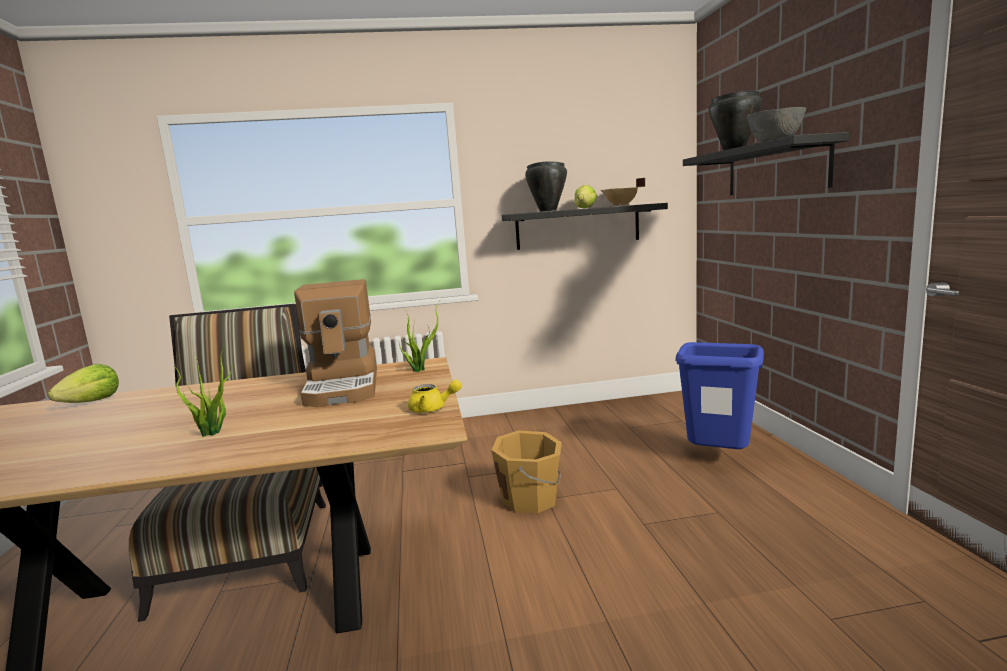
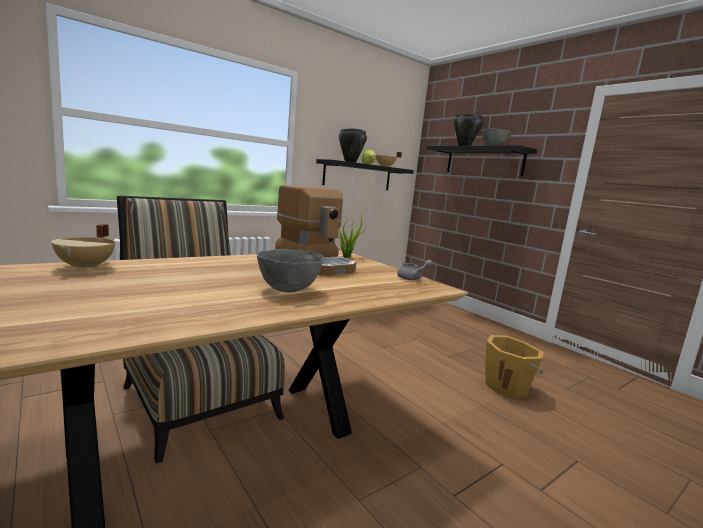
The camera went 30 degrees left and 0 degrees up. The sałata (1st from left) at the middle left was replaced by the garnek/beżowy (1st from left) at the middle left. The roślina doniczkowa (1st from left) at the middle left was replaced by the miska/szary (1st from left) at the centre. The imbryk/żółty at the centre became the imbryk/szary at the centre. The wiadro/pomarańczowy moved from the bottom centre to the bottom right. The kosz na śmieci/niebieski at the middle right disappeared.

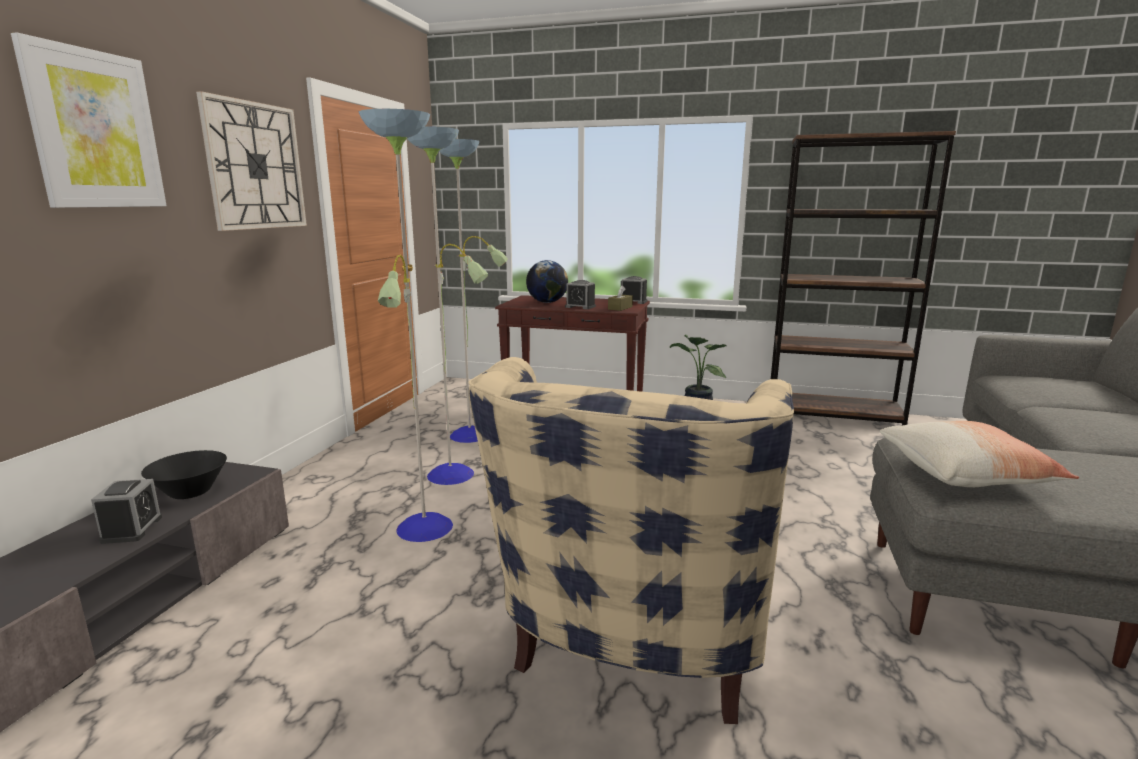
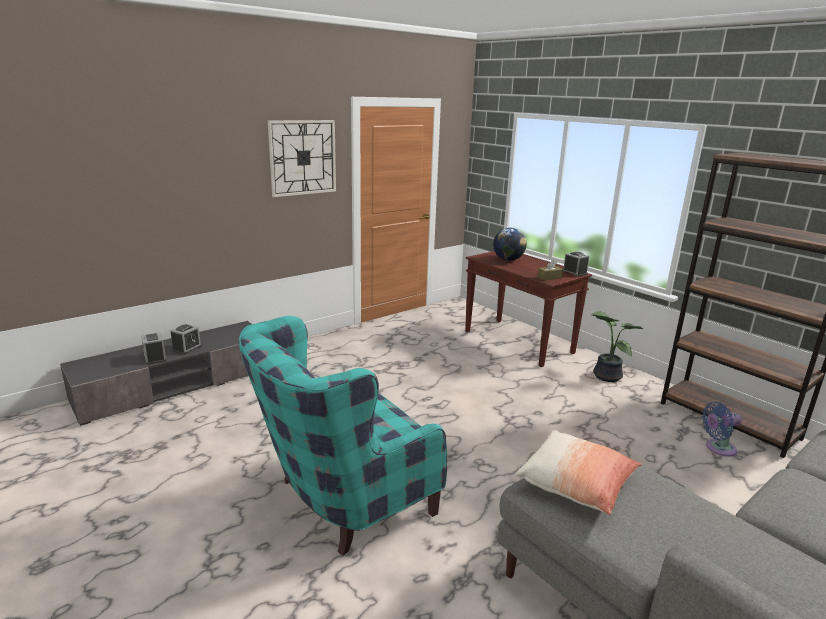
The camera went 35 degrees right and 5 degrees up. The obraz at the top left disappeared. The miska/czarny at the middle left disappeared. The lampa stojąca at the centre disappeared. The fotel/beżowy at the bottom centre became the fotel/turkusowy at the bottom centre. The budzik (2nd from left in the first image) moved from the centre to the middle left. The wentylator/niebieski at the bottom right appeared.

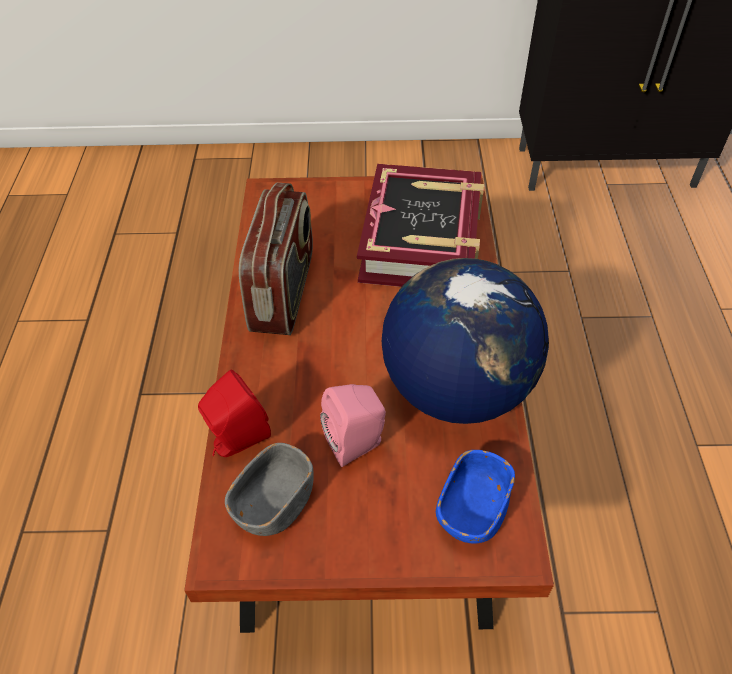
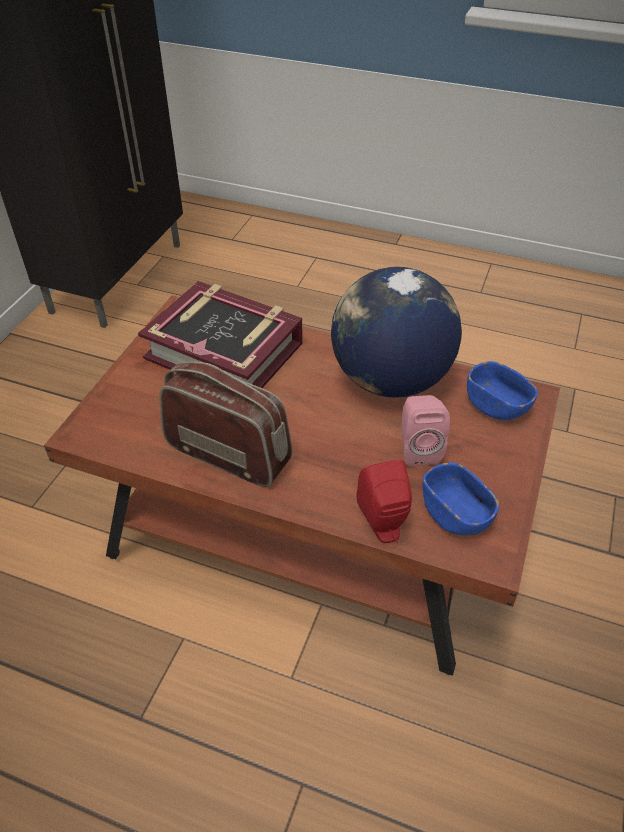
The camera went 70 degrees left and 5 degrees down. The miska/szary at the bottom centre became the miska/niebieski (1st from left) at the middle right.

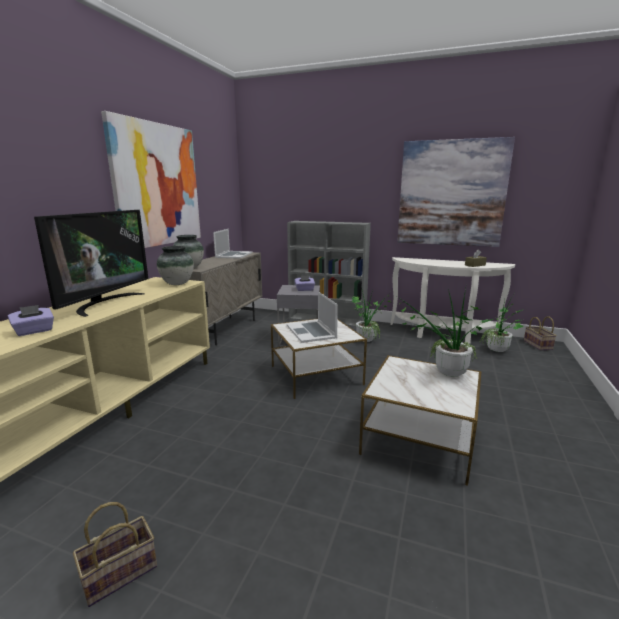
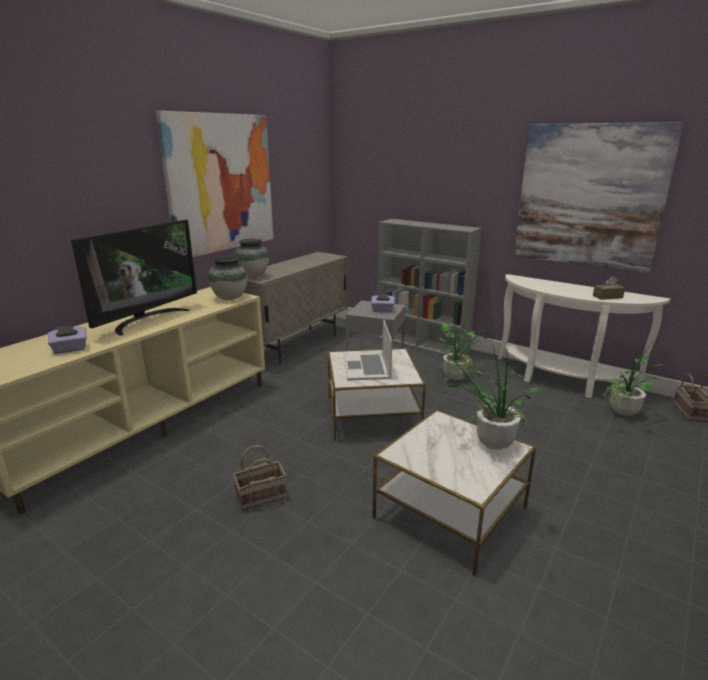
The camera went 15 degrees right and 5 degrees up. The koszyk (1st from left) moved from the bottom left to the bottom centre. The laptop (1st from left) at the centre disappeared.

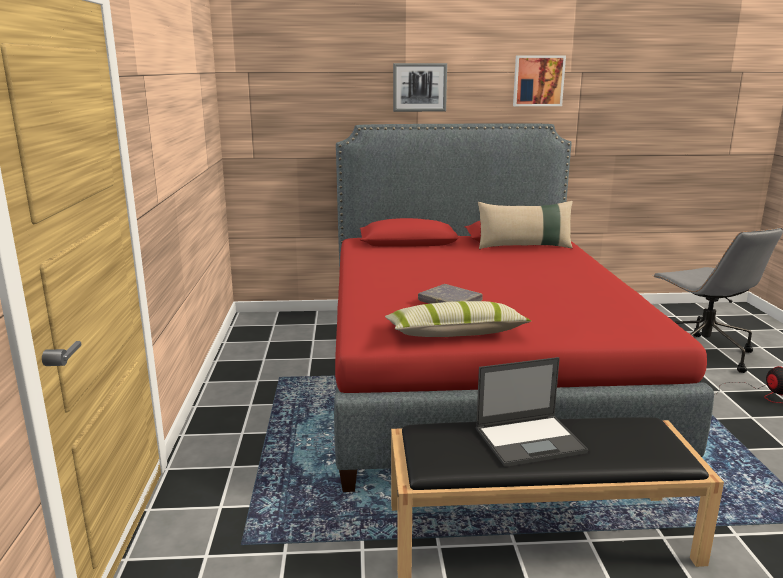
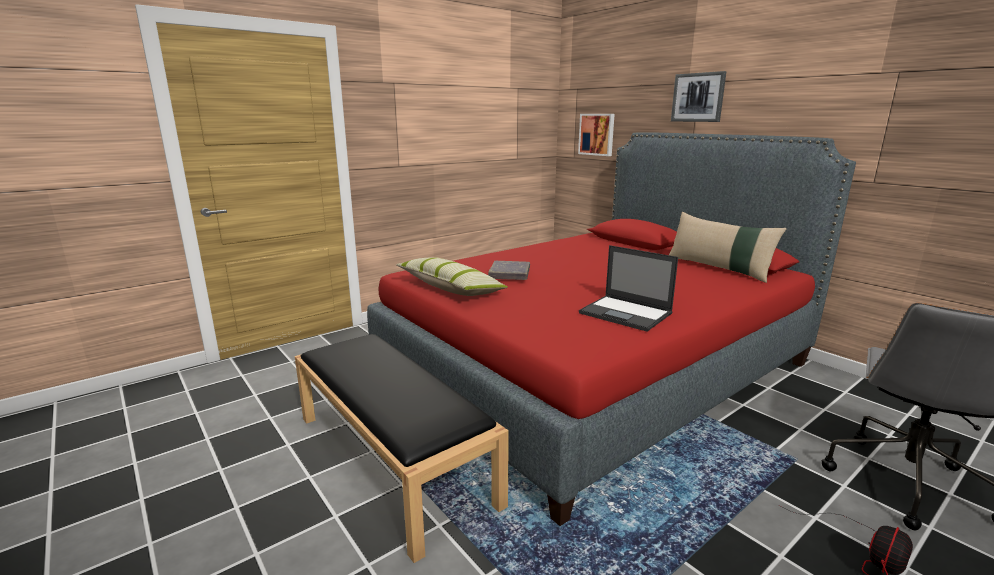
The camera went 55 degrees right and 0 degrees up. The laptop moved from the bottom right to the centre. The obraz (2nd from left in the first image) moved from the top right to the top centre.

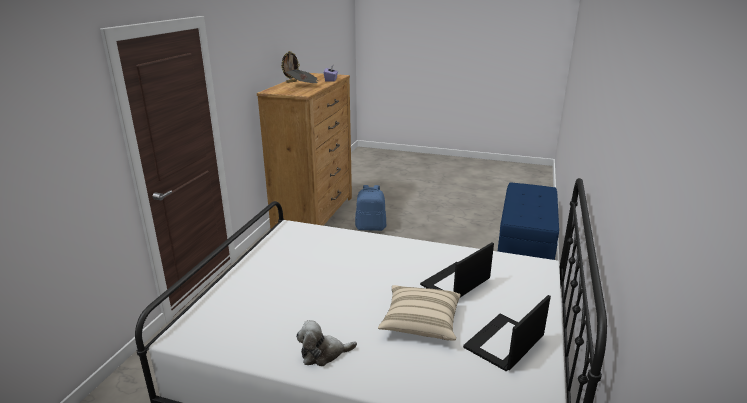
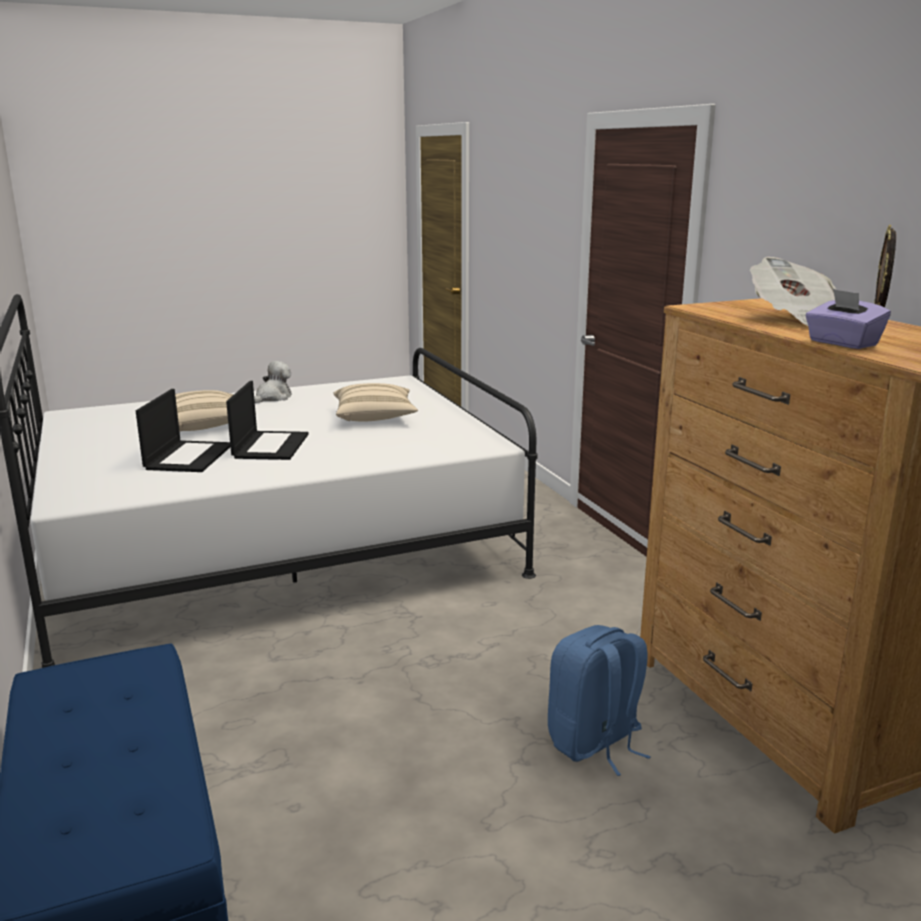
The camera went 140 degrees right and 5 degrees down. The laptop (2nd from left) moved from the bottom right to the middle left. The poduszka/beżowy (2nd from left) at the centre appeared.

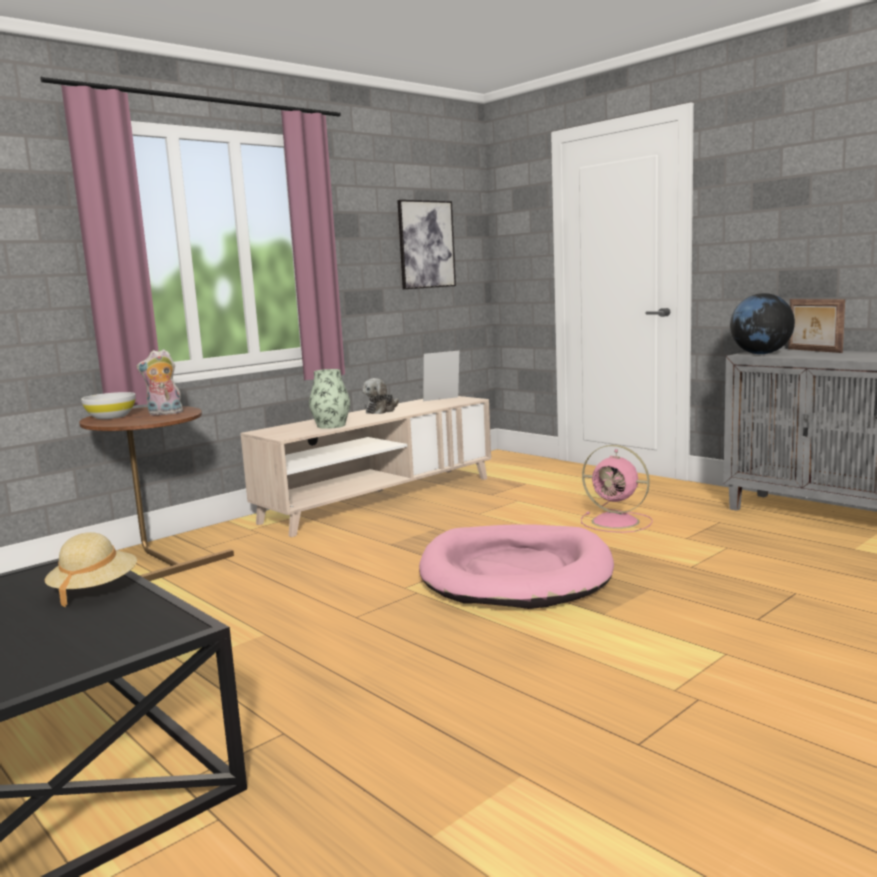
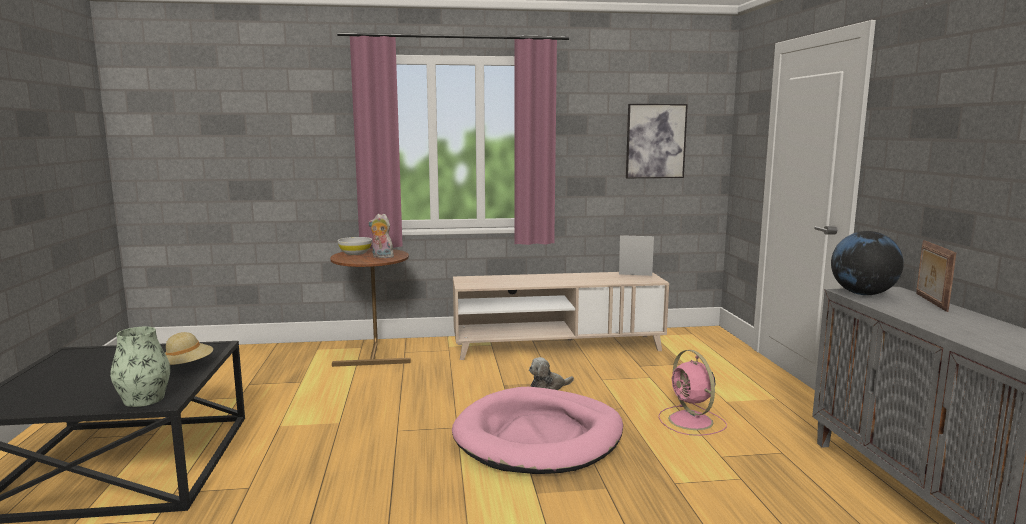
The camera went 35 degrees right and 0 degrees up. The wazon moved from the centre to the bottom left. The pluszak (2nd from left) moved from the centre to the bottom centre.

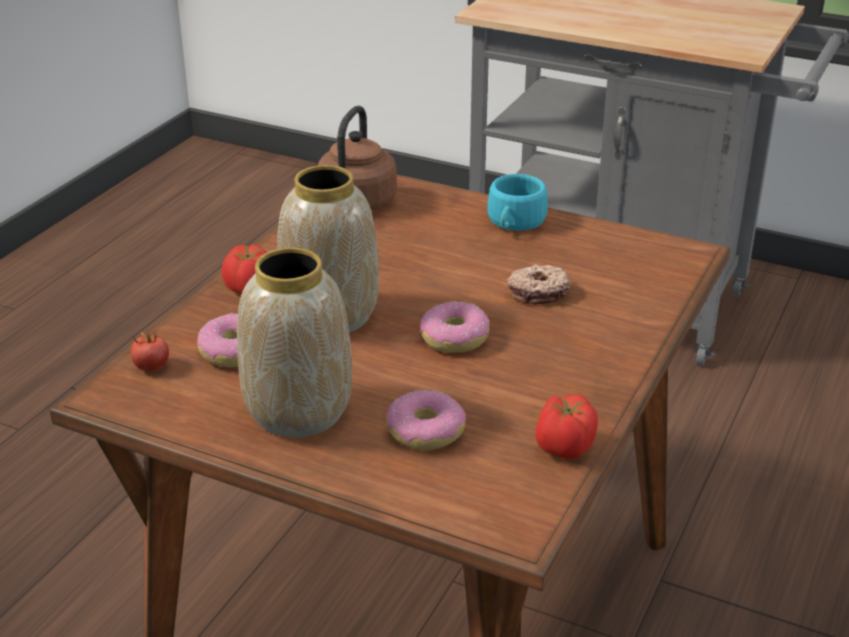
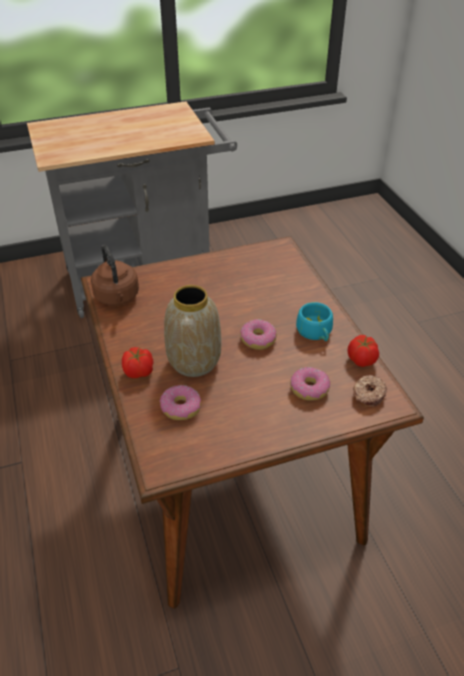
The camera went 45 degrees left and 10 degrees up. The pomidor (1st from left) at the middle left disappeared. The wazon (1st from left) at the centre disappeared. The filiżanka/turkusowy moved from the top centre to the middle right. The donut (4th from left) moved from the centre to the middle right.

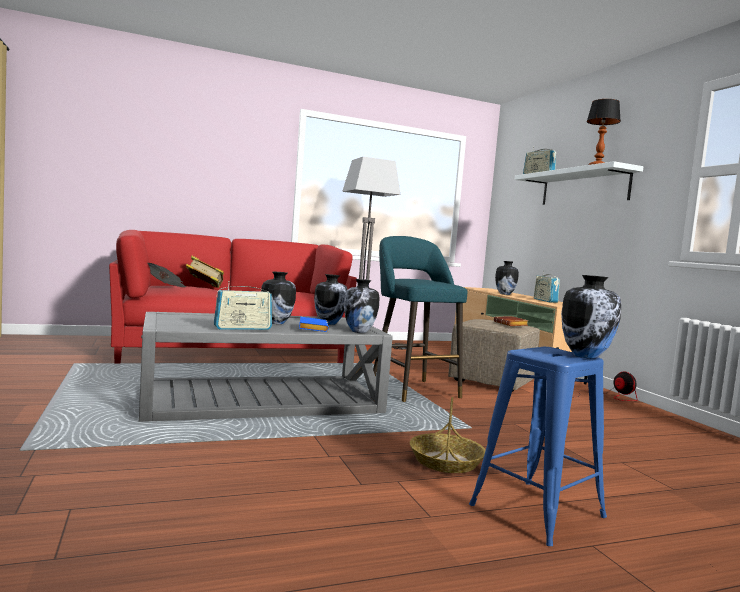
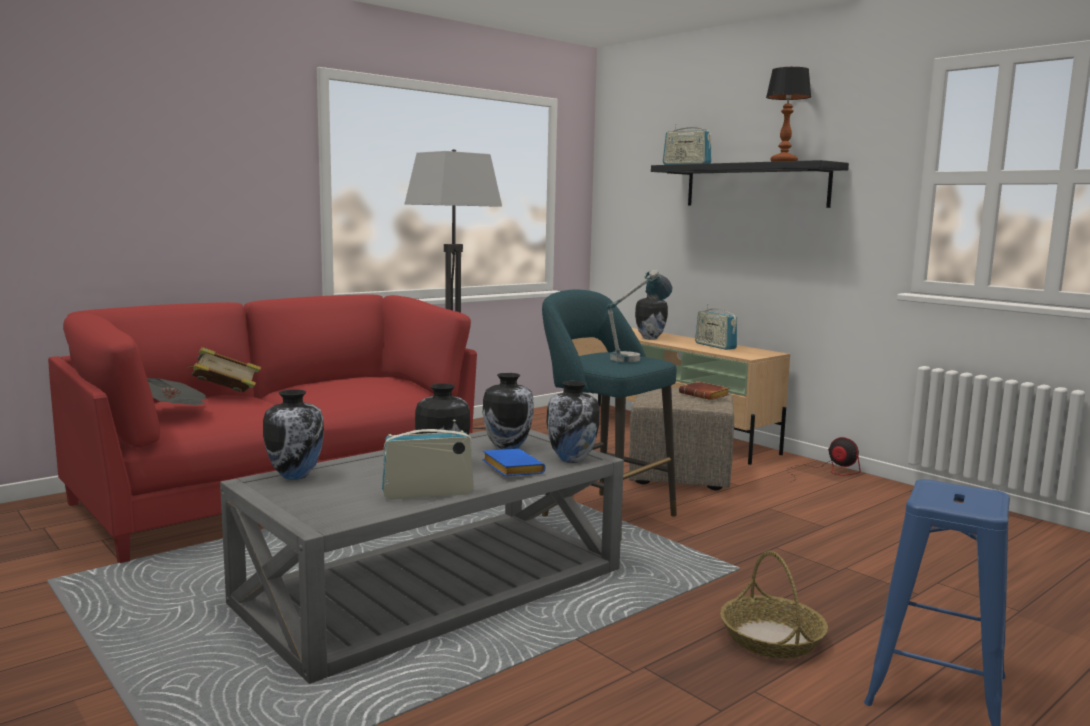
The camera went 20 degrees left and 5 degrees up. The radio (1st from left) at the middle left turned 150 degrees counterclockwise. The półka/biały at the top right became the półka/czarny at the top right. The wazon (5th from left in the first image) moved from the middle right to the middle left. The lampa stołowa (1st from left) at the centre appeared.

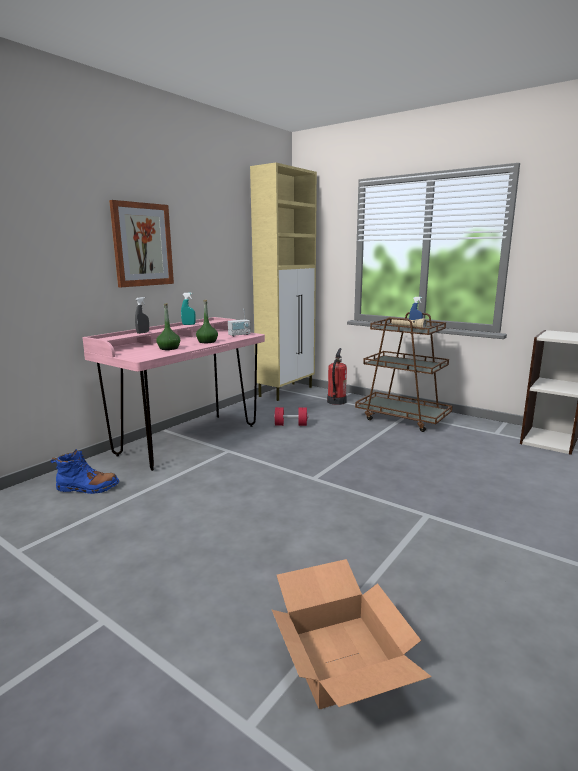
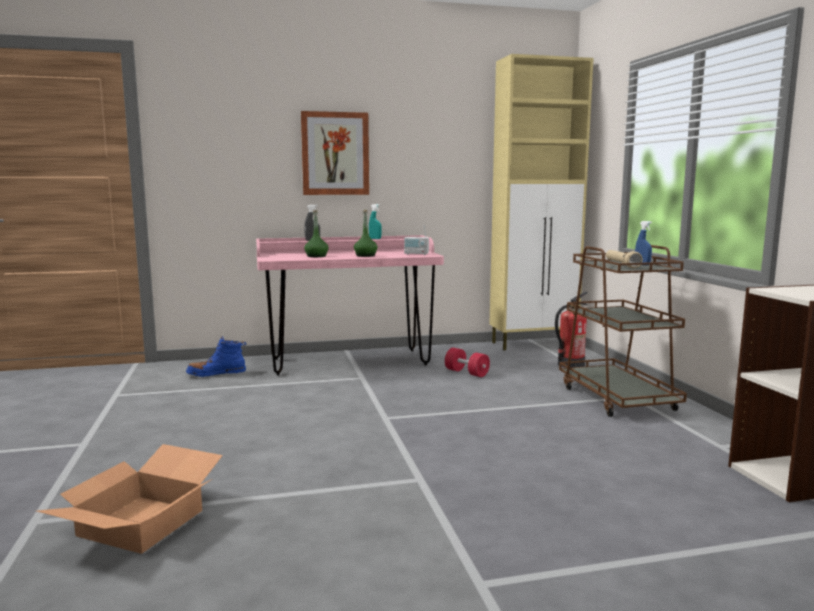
The camera went 40 degrees right and 5 degrees down. The but z cholewką/niebieski at the middle left turned 120 degrees clockwise.

